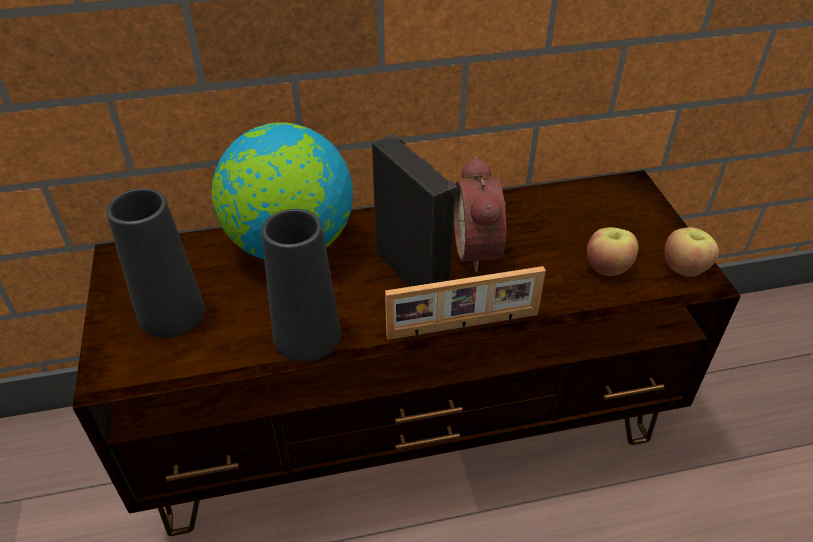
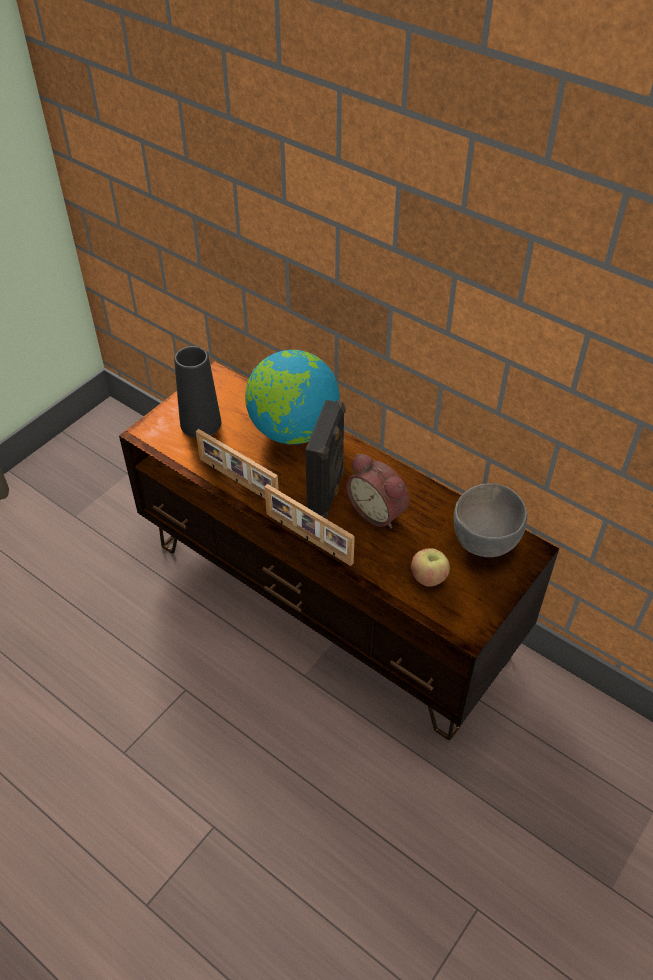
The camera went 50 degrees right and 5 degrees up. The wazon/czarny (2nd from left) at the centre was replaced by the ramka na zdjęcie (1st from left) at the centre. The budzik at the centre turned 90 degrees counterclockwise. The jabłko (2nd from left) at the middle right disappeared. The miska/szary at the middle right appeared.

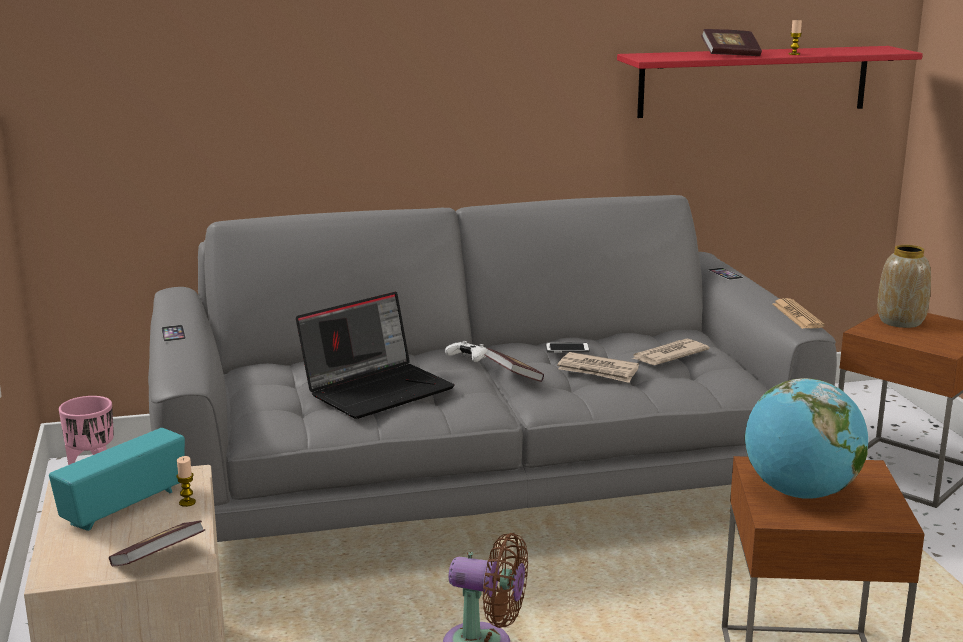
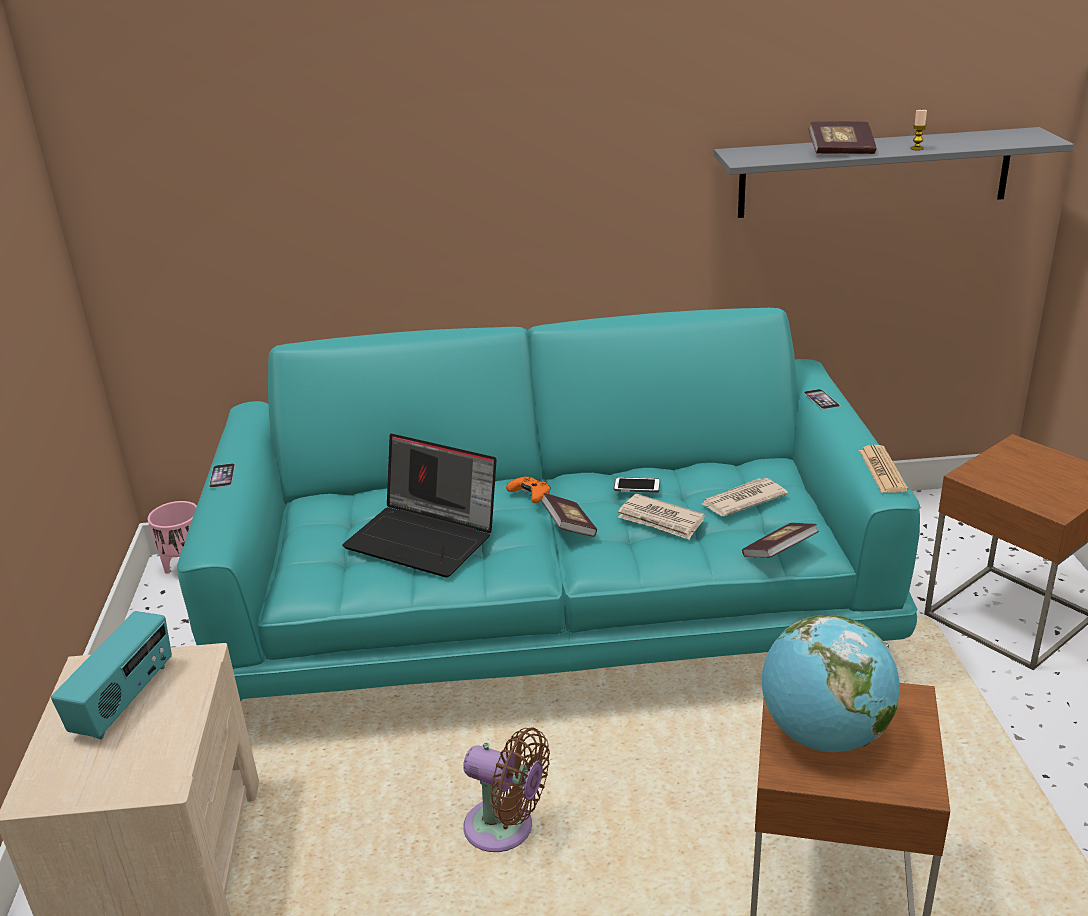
The camera went 10 degrees right and 10 degrees up. The radio at the bottom left turned 150 degrees clockwise. The książka (1st from left in the first image) moved from the bottom left to the middle right. The kanapa/szary at the centre became the kanapa/turkusowy at the centre. The świeca (1st from left) at the bottom left disappeared. The laptop at the centre turned 60 degrees clockwise. The pad do gier/biały at the centre became the pad do gier/pomarańczowy at the centre. The półka/czerwony at the top right became the półka/szary at the top right. The wazon at the middle right disappeared.

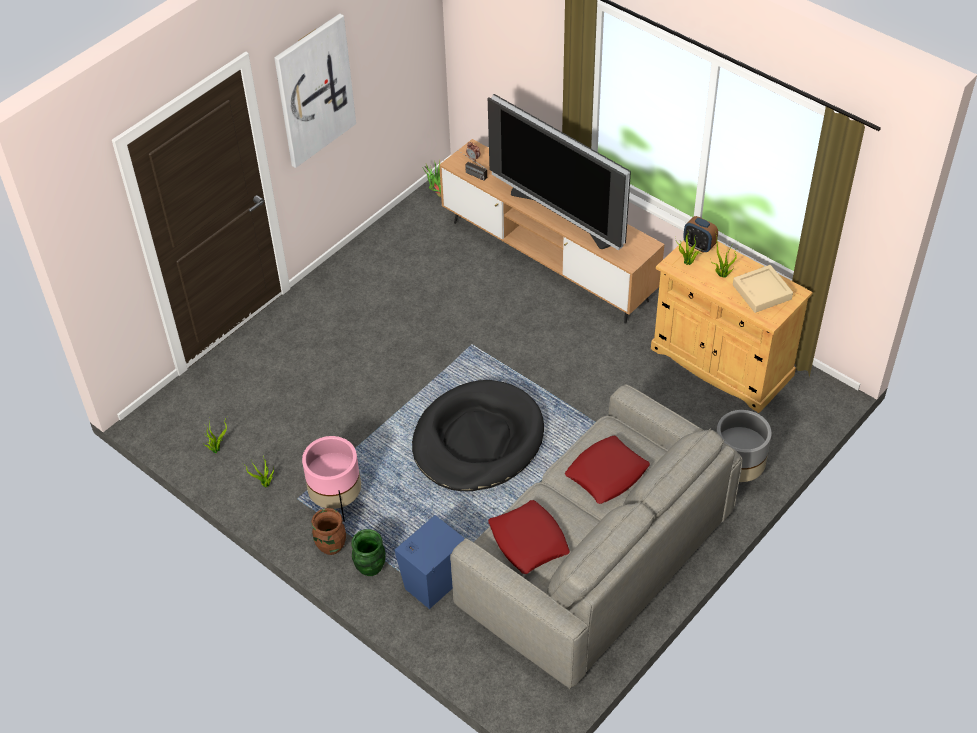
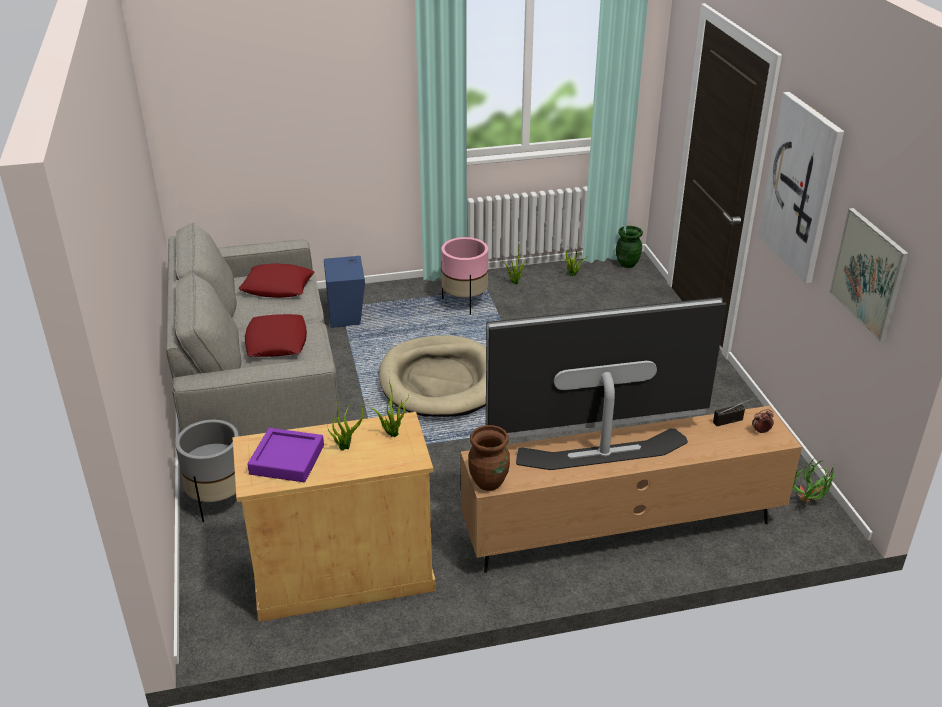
The camera went 125 degrees right and 15 degrees down. The wazon/brązowy moved from the bottom centre to the centre. The wazon/zielony moved from the bottom centre to the middle right. The legowisko/czarny at the centre became the legowisko/beżowy at the centre. The budzik (2nd from left) at the top right disappeared. The taca/beżowy at the middle right became the taca/fioletowy at the middle left. The obraz (2nd from left) at the middle right appeared.

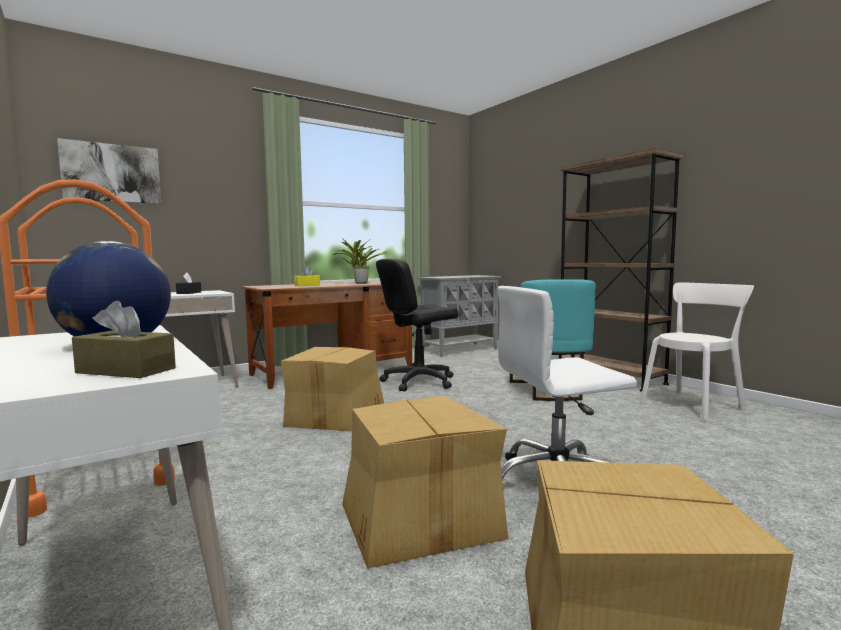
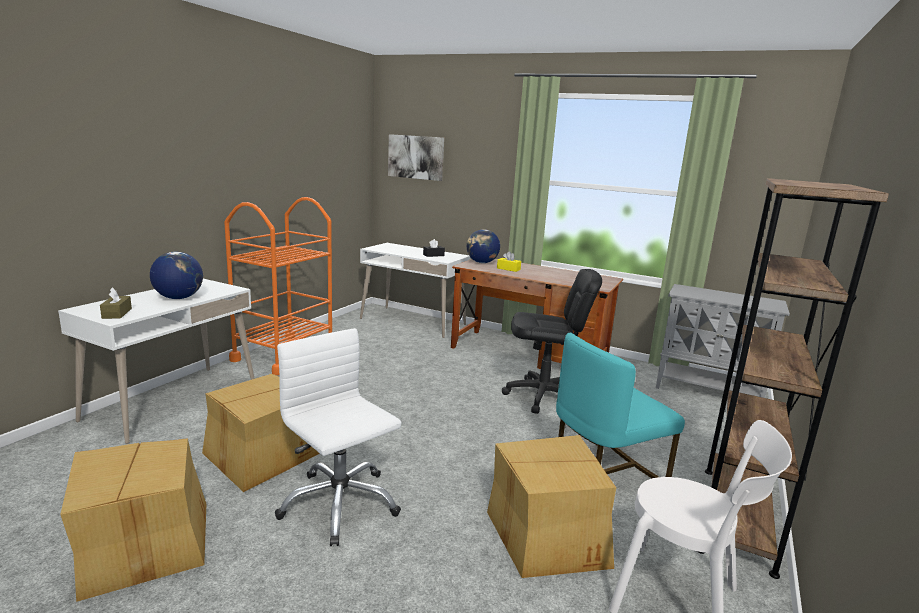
The camera went 60 degrees right and 10 degrees up. The karton (1st from left in the first image) moved from the centre to the bottom centre. The roślina doniczkowa at the centre disappeared. The krzesło biurowe/czarny at the centre turned 150 degrees clockwise. The globus (2nd from left) at the centre appeared.

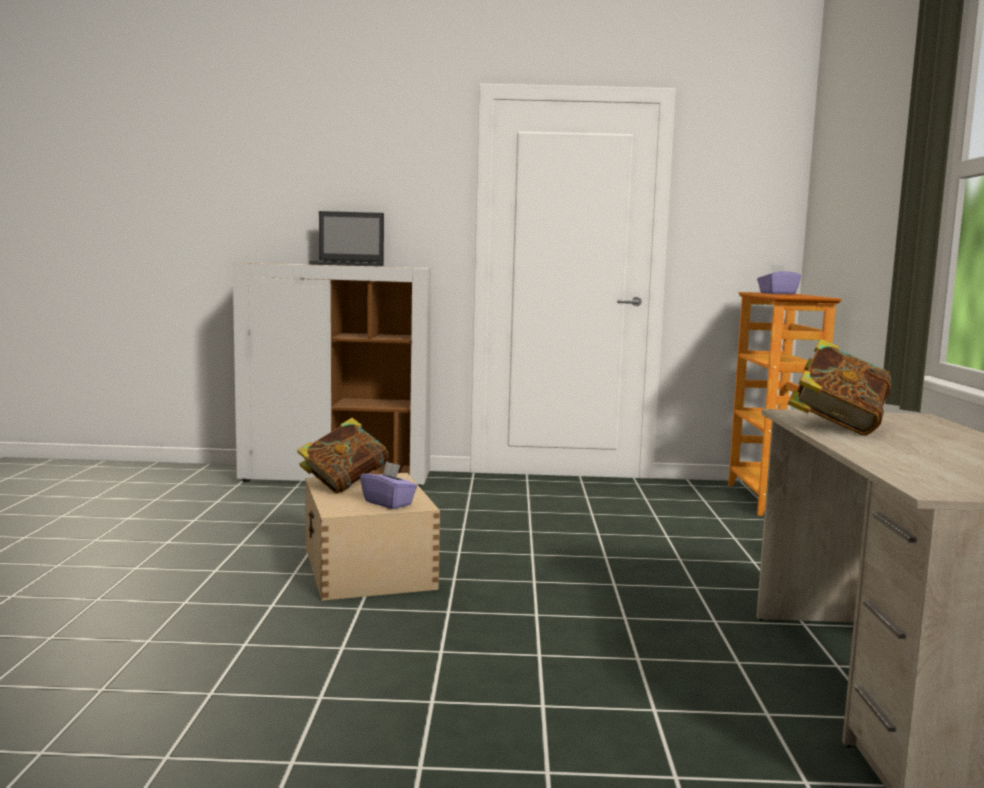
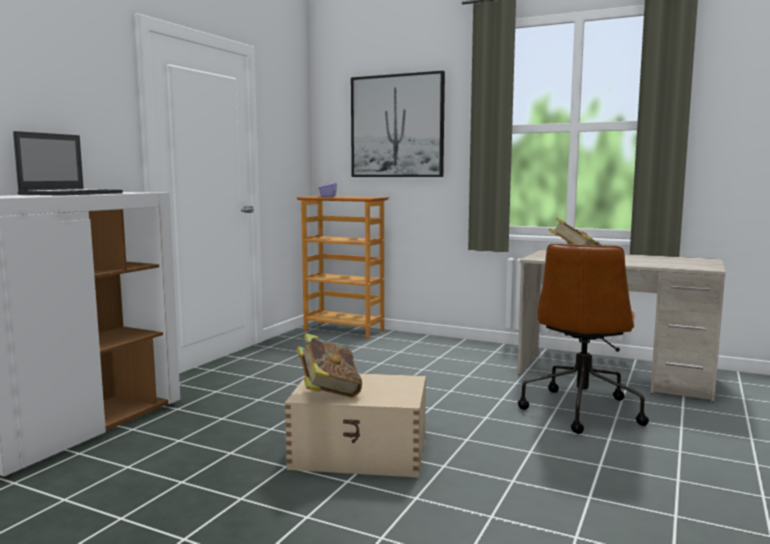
The camera went 65 degrees left and 0 degrees up. The pudełko chusteczek/fioletowy (1st from left) at the centre disappeared. The obraz at the top centre appeared. The krzesło biurowe/brązowy at the middle right appeared.

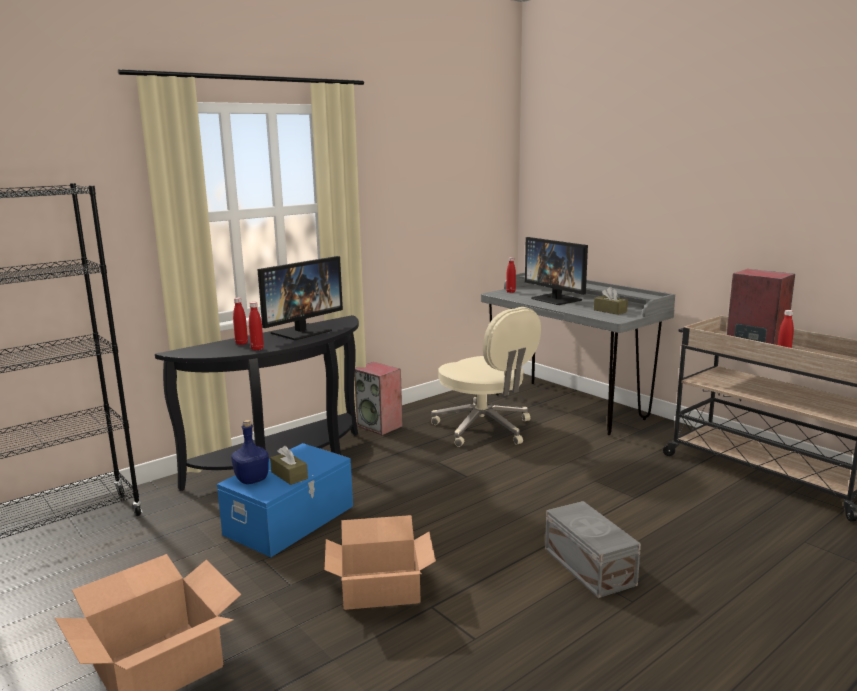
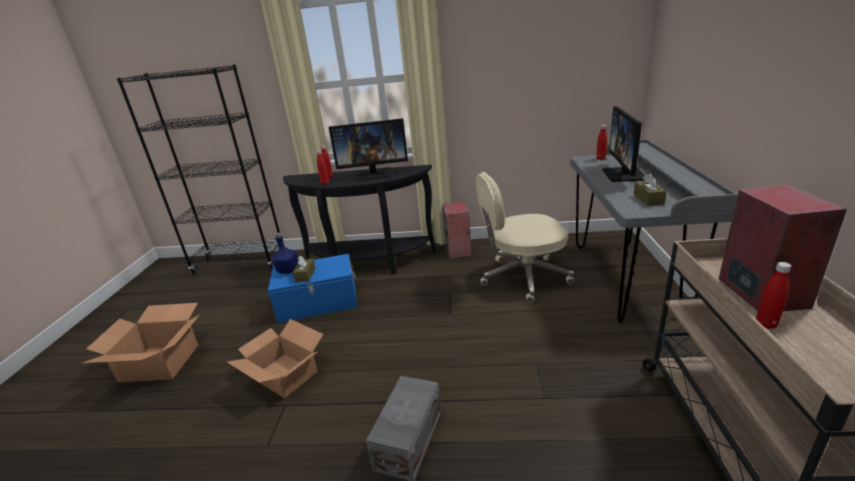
The camera went 45 degrees right and 10 degrees up. The krzesło biurowe/beżowy at the centre turned 75 degrees clockwise.

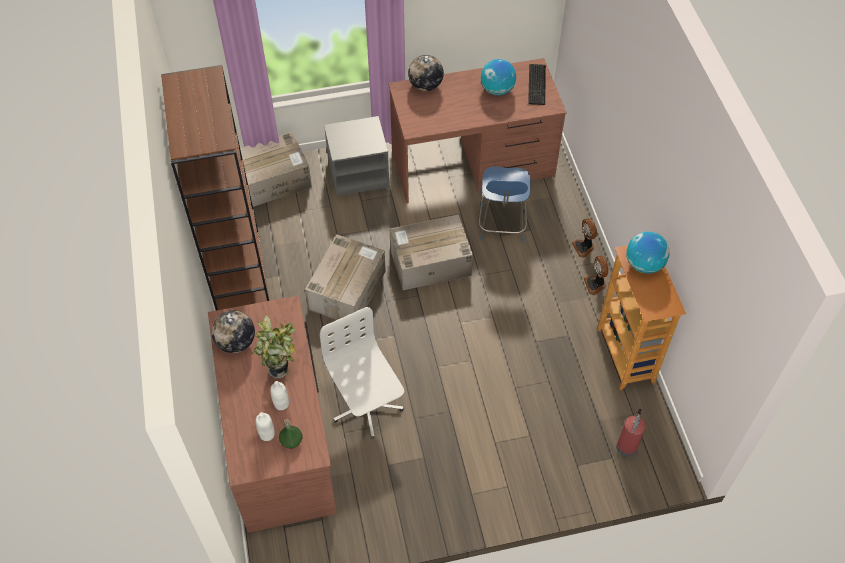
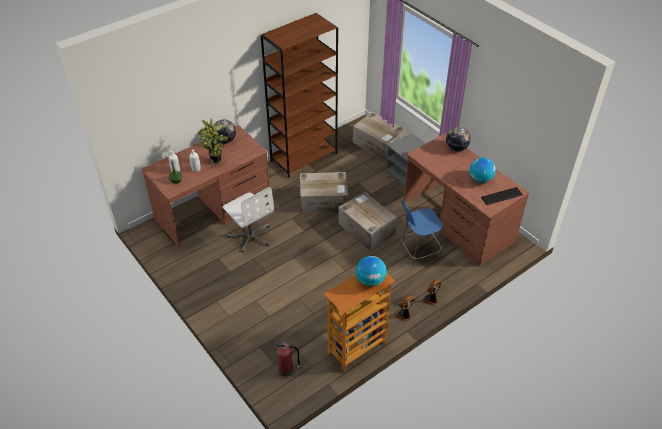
The camera went 65 degrees right and 10 degrees down. The krzesło biurowe/biały at the centre turned 105 degrees clockwise.

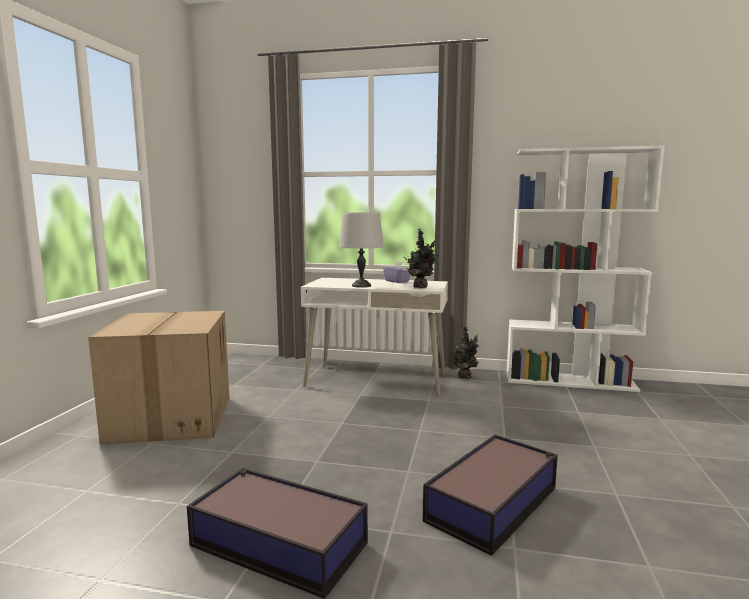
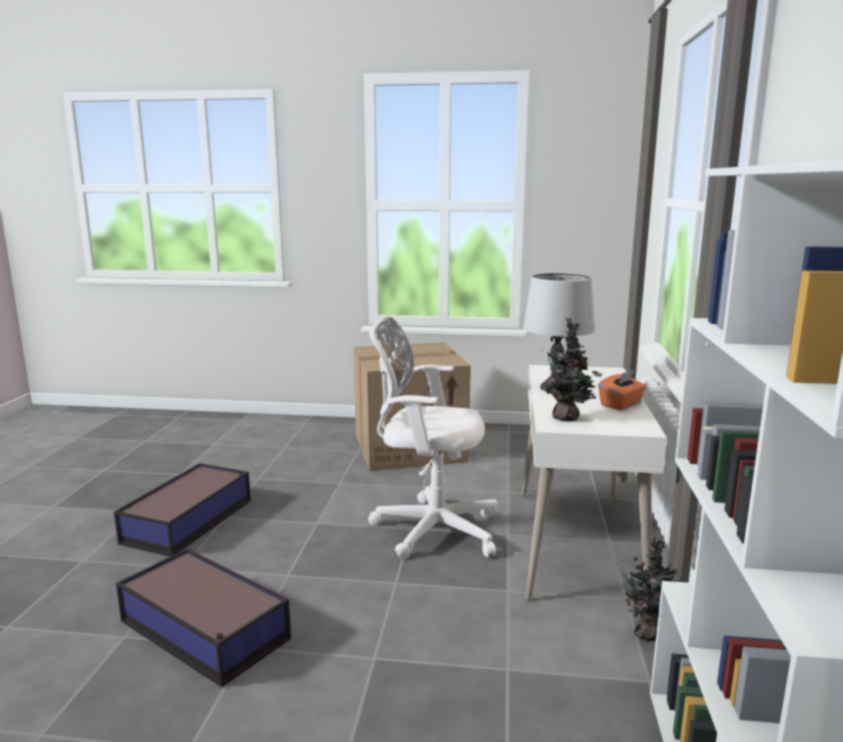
The camera went 85 degrees right and 5 degrees up. The pudełko chusteczek/fioletowy at the centre became the pudełko chusteczek/pomarańczowy at the middle right. The krzesło biurowe/biały at the centre appeared.

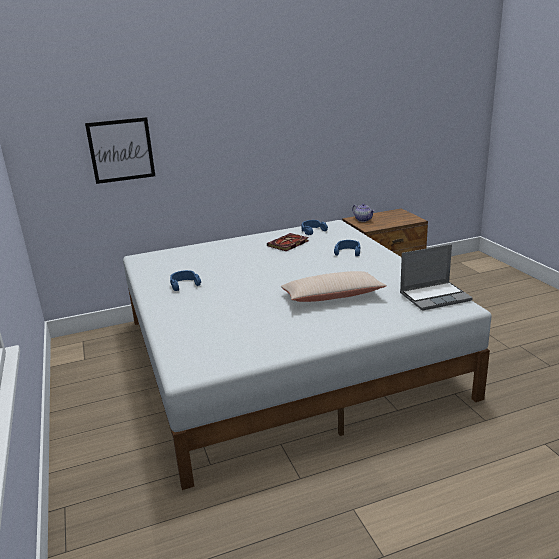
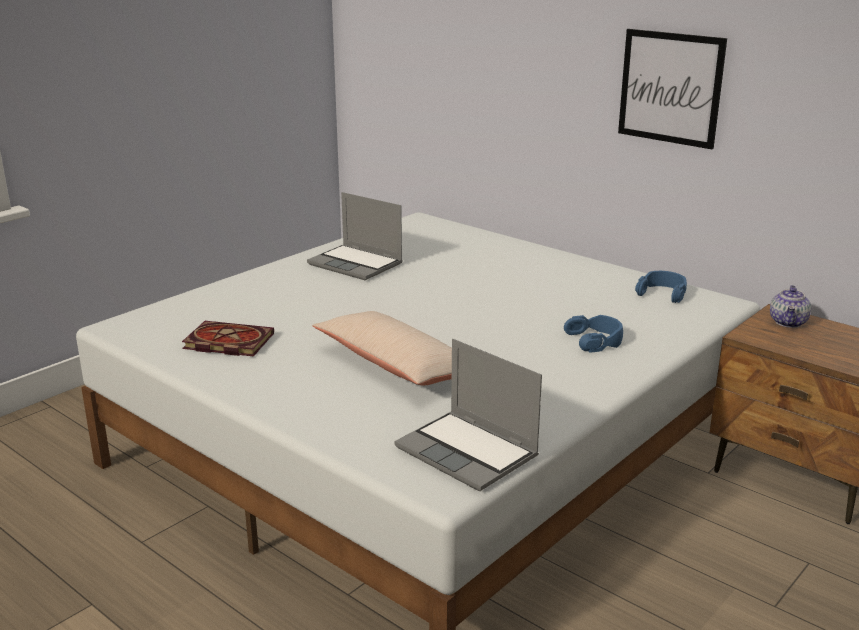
The camera went 60 degrees right and 0 degrees up. The obraz moved from the top left to the top right. The słuchawki/niebieski (1st from left) at the middle left was replaced by the laptop (1st from left) at the centre. The książka moved from the centre to the middle left.

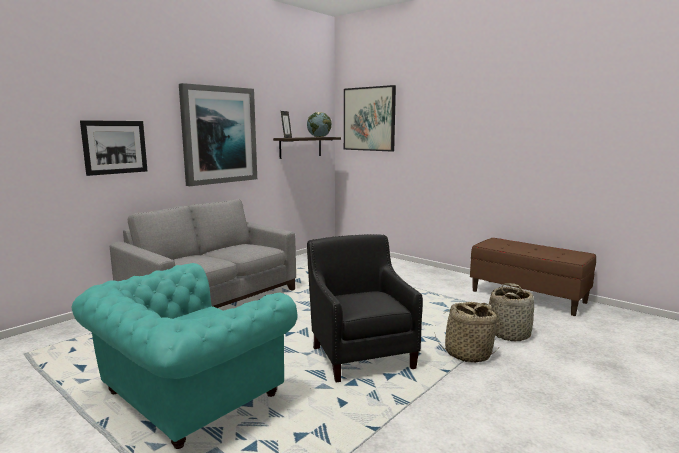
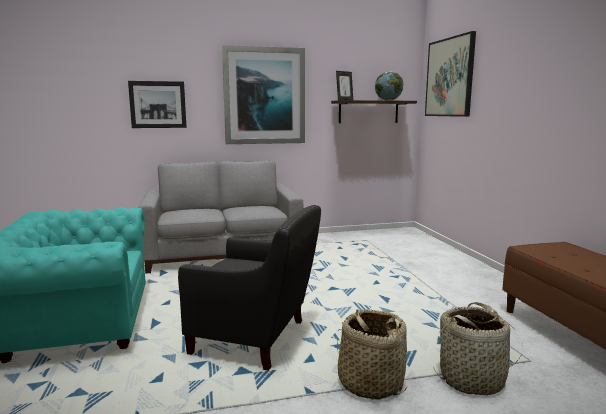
The camera went 35 degrees right and 0 degrees up. The fotel/czarny at the bottom centre turned 90 degrees clockwise.

